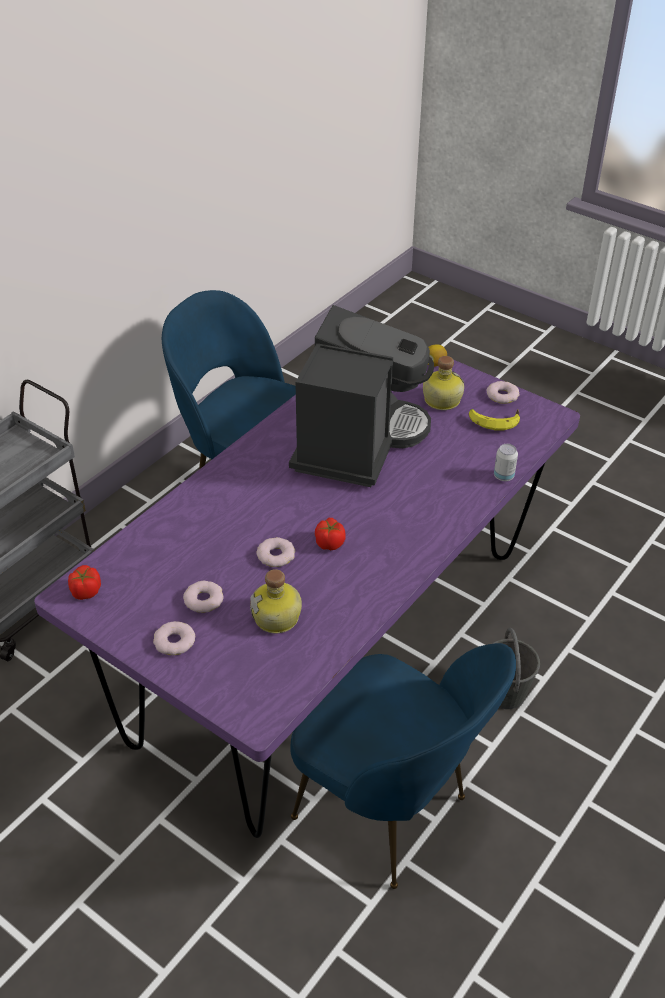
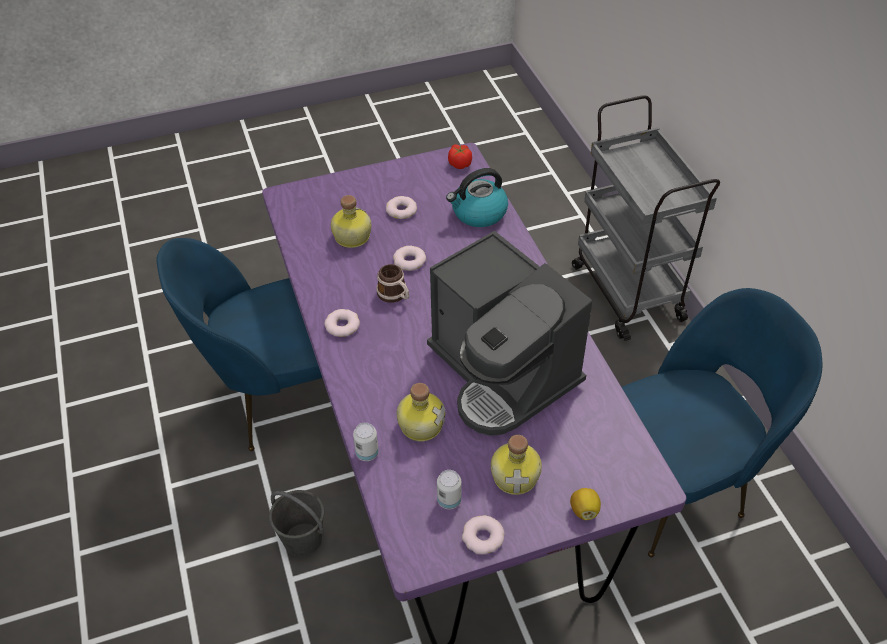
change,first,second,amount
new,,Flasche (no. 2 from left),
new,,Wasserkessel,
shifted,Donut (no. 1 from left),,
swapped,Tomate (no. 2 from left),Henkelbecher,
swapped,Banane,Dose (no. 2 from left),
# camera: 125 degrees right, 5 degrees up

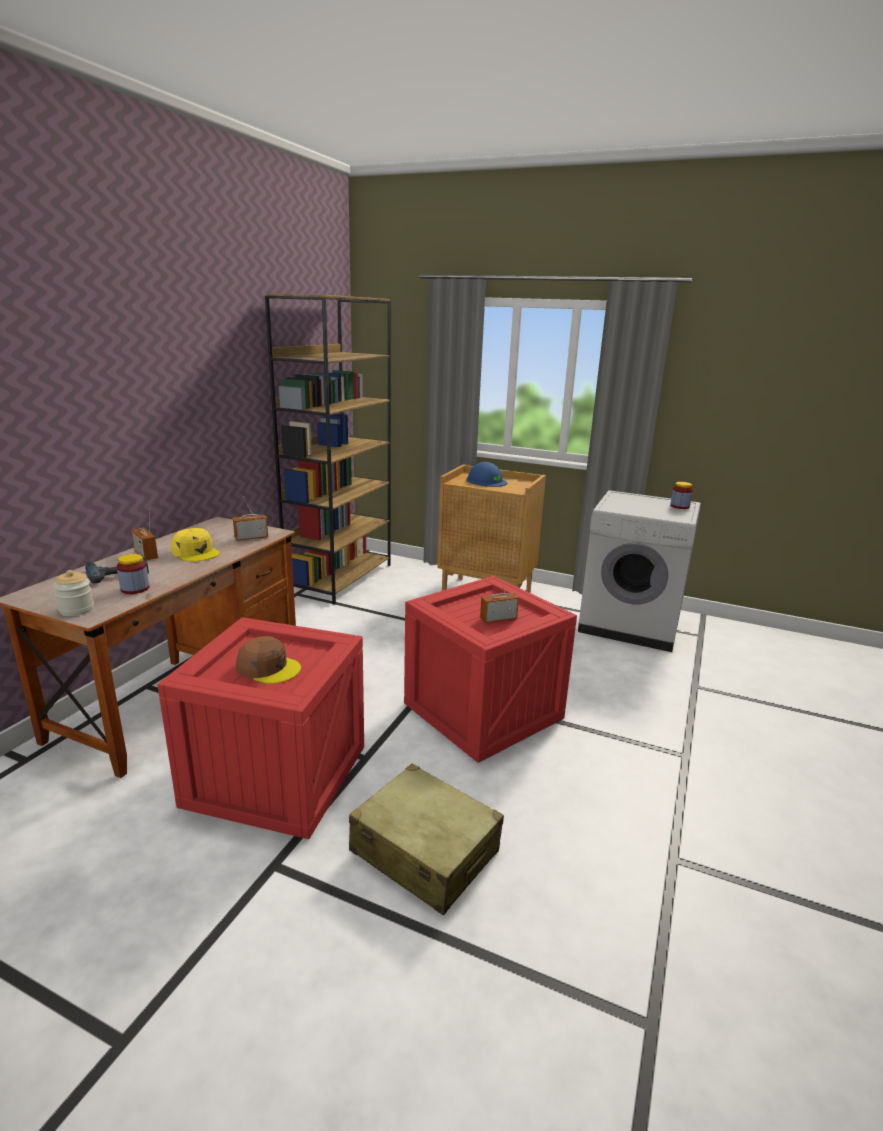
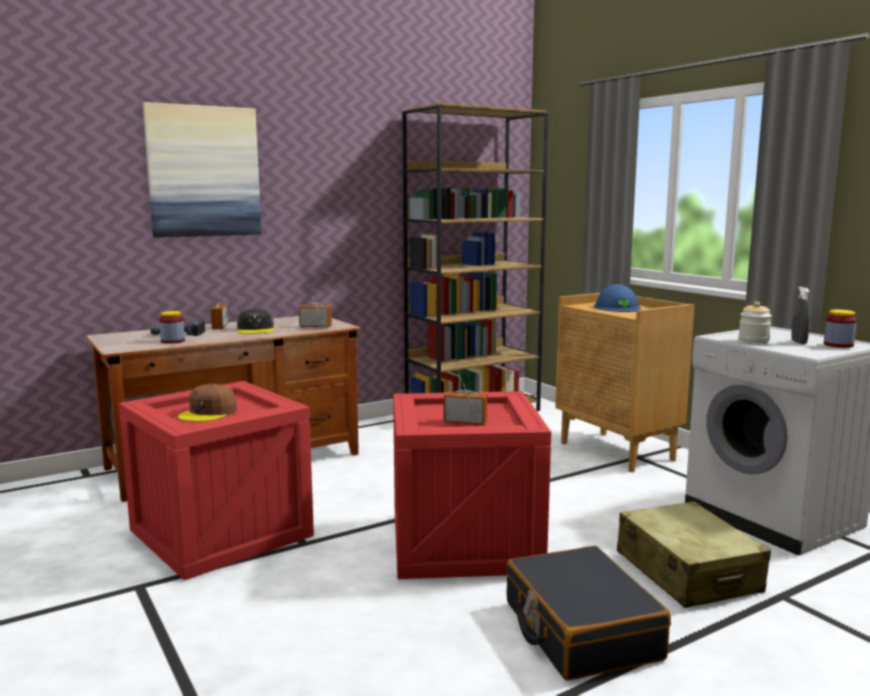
change,first,second,amount
new,,Bild,
new,,Koffer/schwarz,
new,,Sprühflasche/grau,
shifted,Vorratsglas (no. 1 from left in the first image),Vorratsglas (no. 2 from left),
shifted,Koffer/beige,,
repainted,Kappe/gelb,Kappe/grau,
rotated,Kappe/braun,,60 degrees clockwise
# camera: 35 degrees right, 10 degrees down

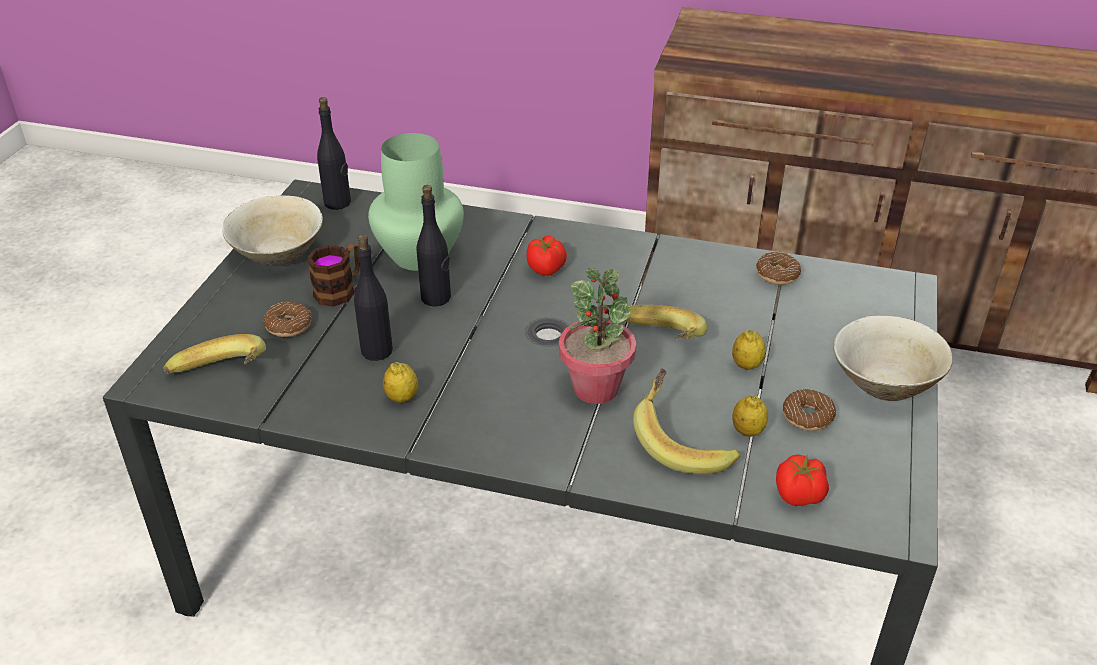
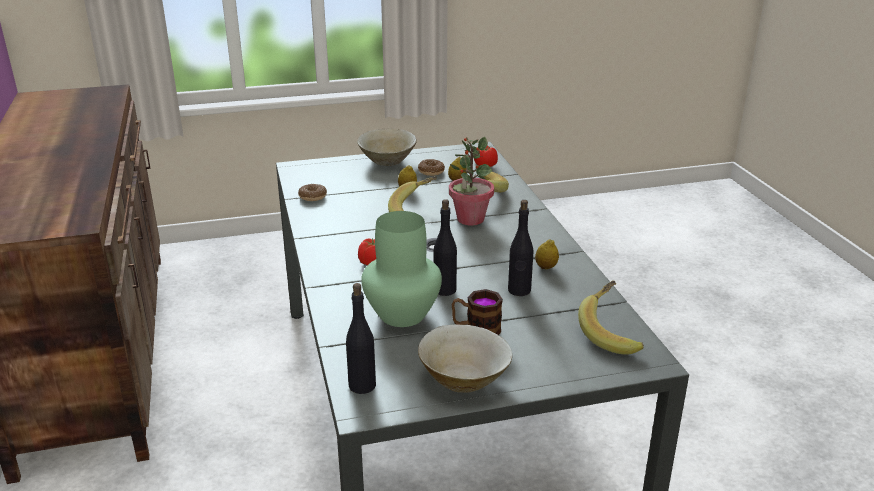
change,first,second,amount
gone,Donut (no. 1 from left),,
# camera: 120 degrees left, 10 degrees down

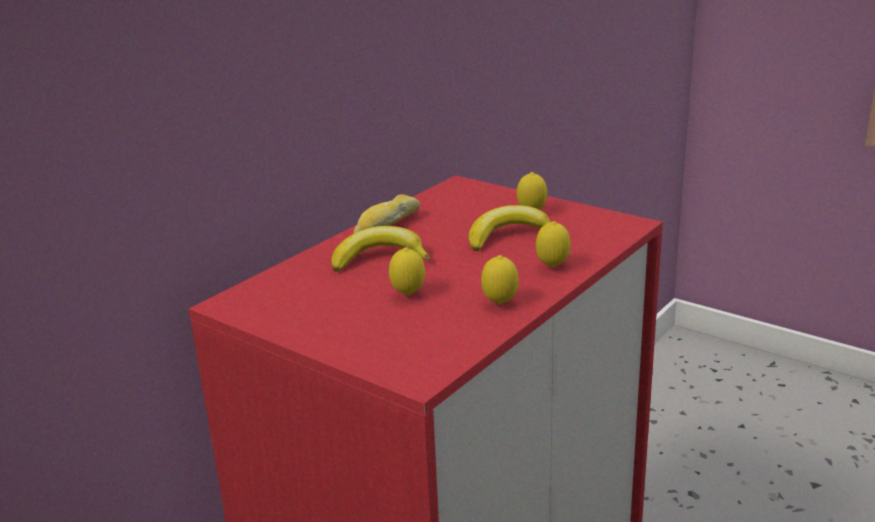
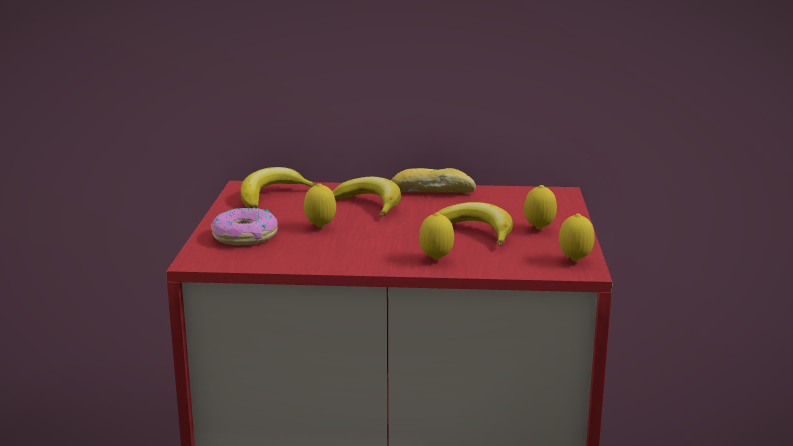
change,first,second,amount
new,,Donut,
new,,Banane (no. 1 from left),
shifted,Zitrone (no. 2 from left in the first image),Zitrone (no. 4 from left),
# camera: 55 degrees right, 5 degrees down

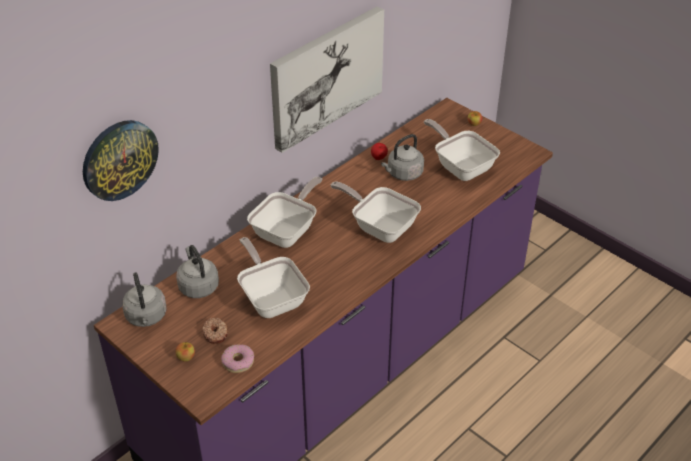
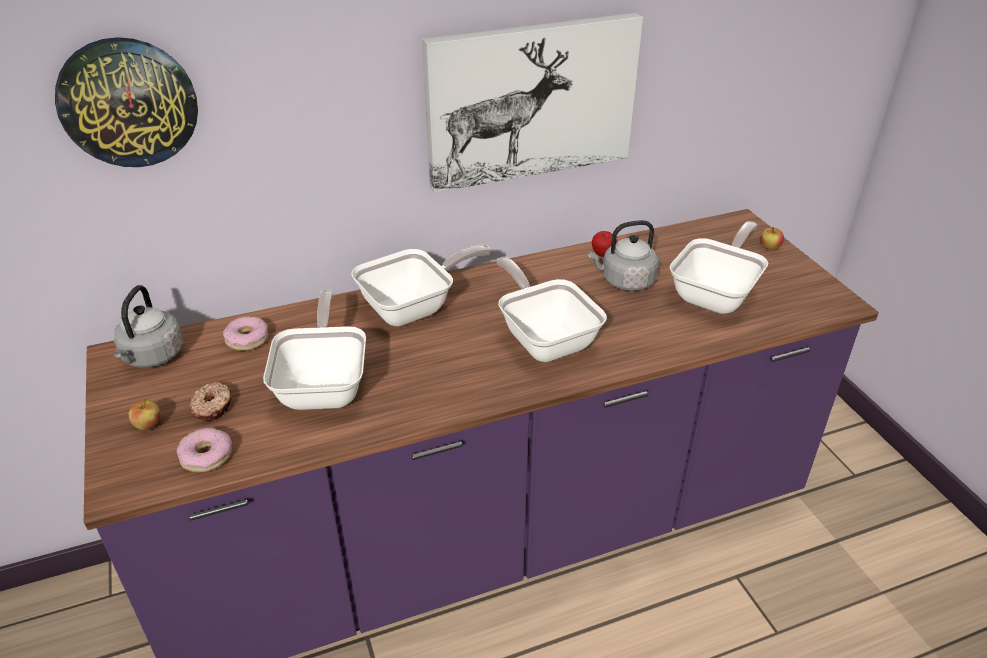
change,first,second,amount
swapped,Wasserkessel/grau (no. 2 from left),Donut (no. 3 from left),
rotated,Pfanne (no. 4 from left),,45 degrees clockwise
# camera: 25 degrees right, 5 degrees down

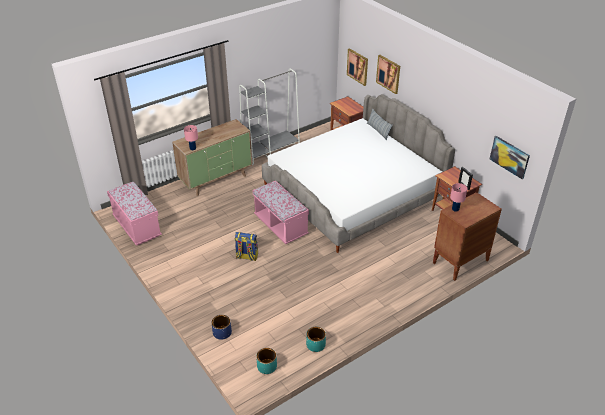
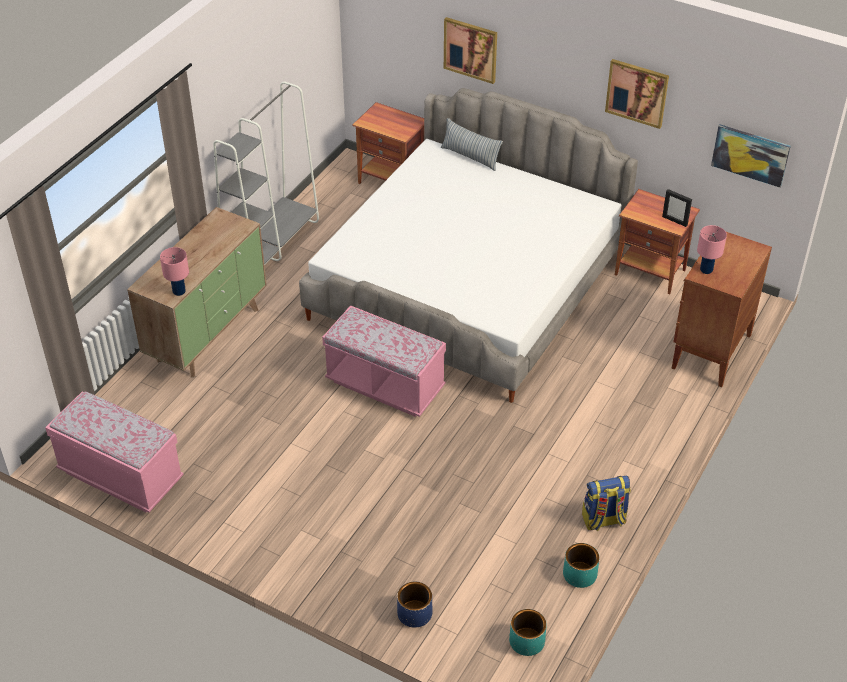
change,first,second,amount
shifted,Rucksack,,
shifted,Bild (no. 1 from left in the first image),Bild (no. 2 from left),
# camera: 25 degrees left, 5 degrees up

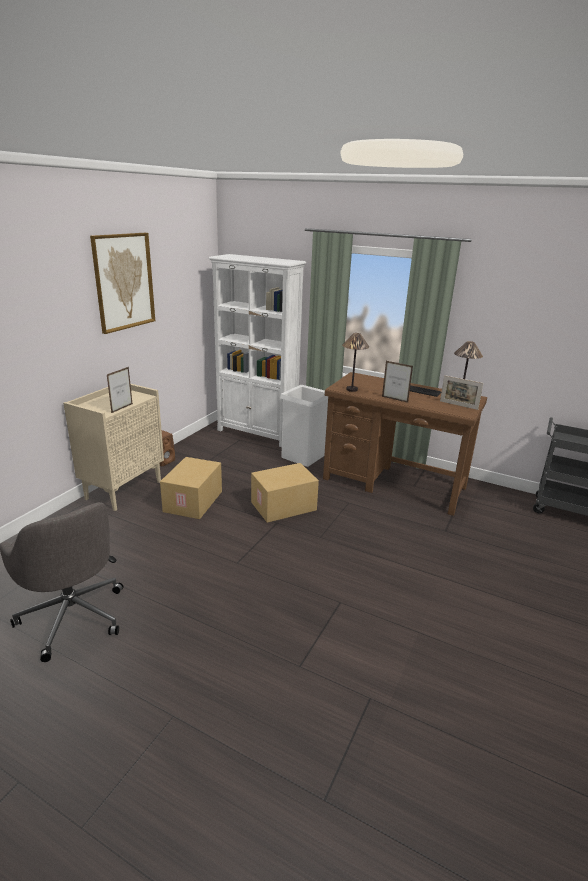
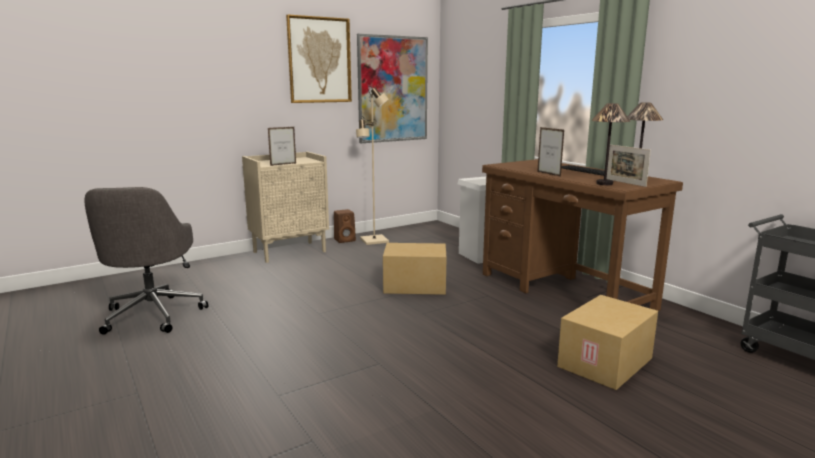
change,first,second,amount
gone,Bücherregal/weiß,,
new,,Stehlampe/beige,
new,,Bild (no. 2 from left),
shifted,Karton (no. 1 from left in the first image),Karton (no. 2 from left),
shifted,Tischlampe (no. 1 from left),,
# camera: 30 degrees right, 10 degrees down

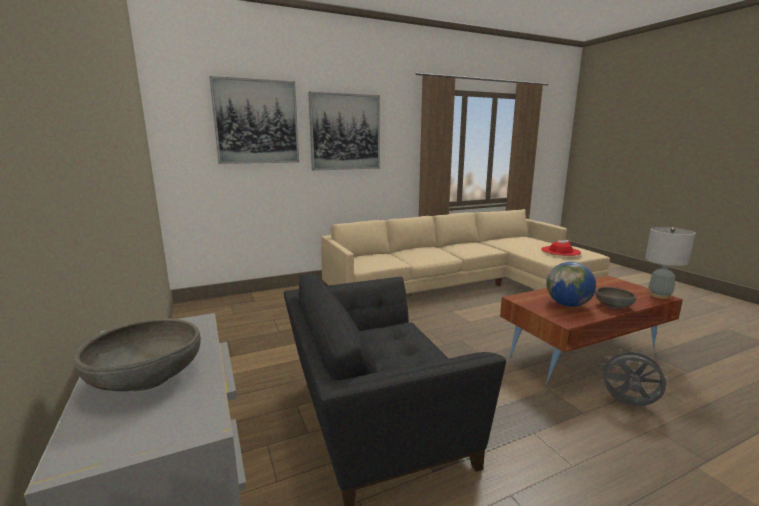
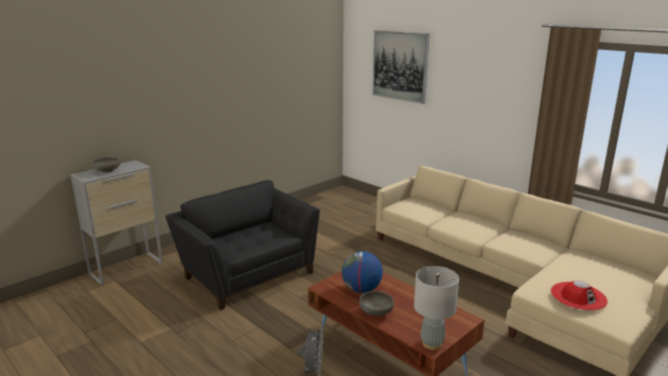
change,first,second,amount
gone,Bild (no. 2 from left),,
# camera: 70 degrees right, 5 degrees up

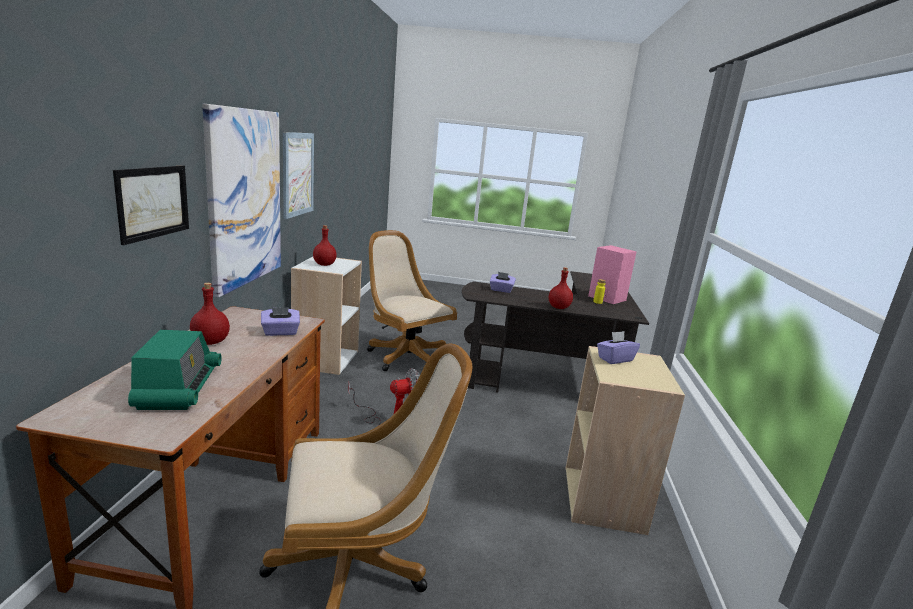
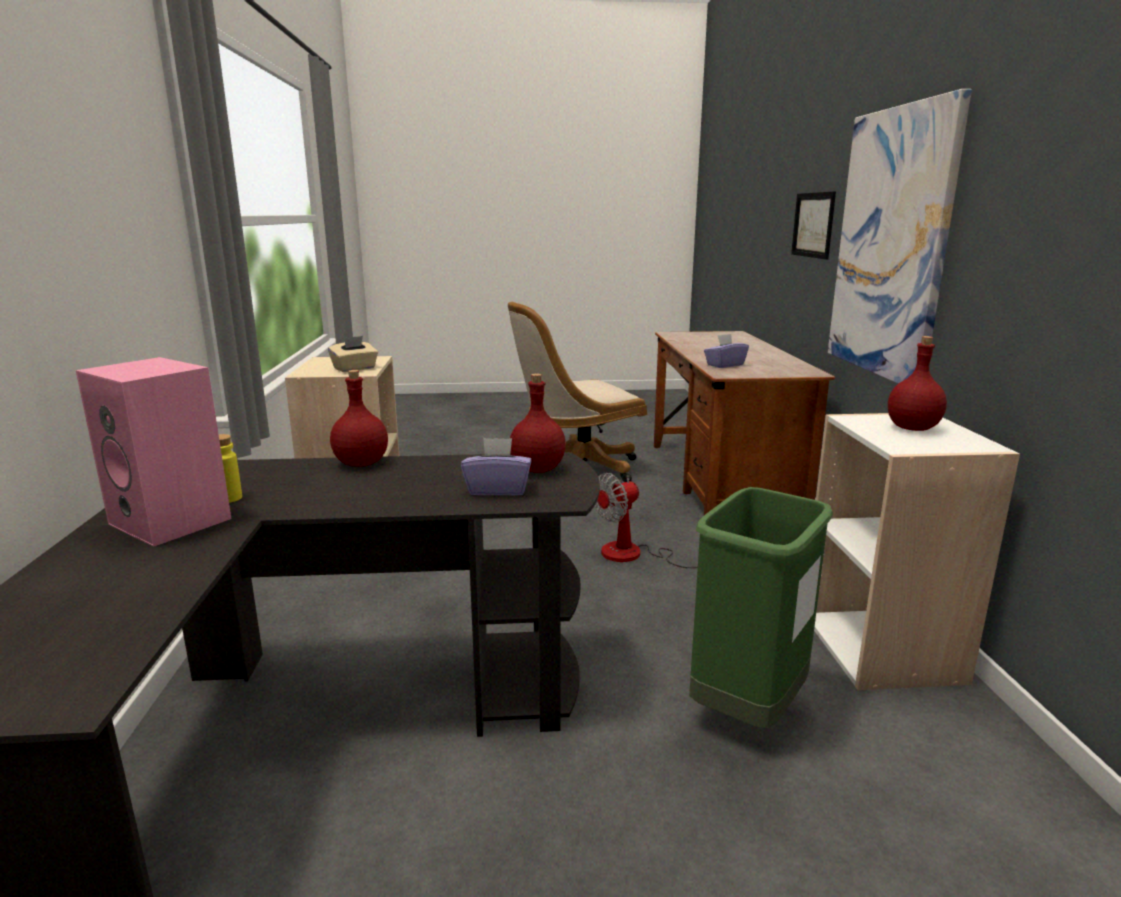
change,first,second,amount
gone,Radio,,
gone,Bild (no. 3 from left),,
shifted,Flasche/rot (no. 1 from left in the first image),Flasche/rot (no. 2 from left),
swapped,Bürostuhl (no. 2 from left),Mülleimer/grün,
repainted,Taschentuchbox/lila (no. 3 from left),Taschentuchbox/beige,
# camera: 170 degrees right, 0 degrees up

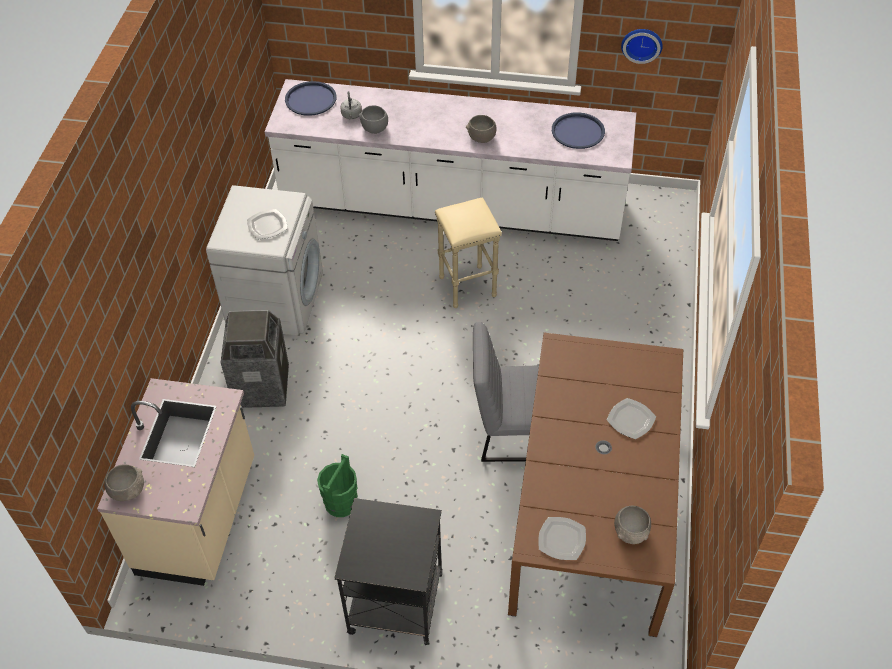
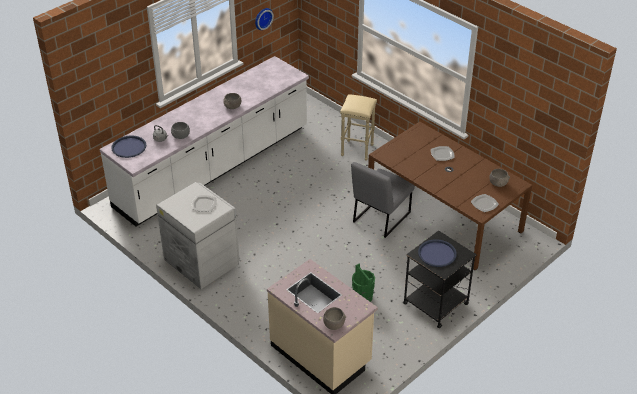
change,first,second,amount
gone,Mülleimer,,
shifted,Hocker/beige,,
shifted,Tablett/blau (no. 2 from left),,
# camera: 55 degrees left, 10 degrees down

